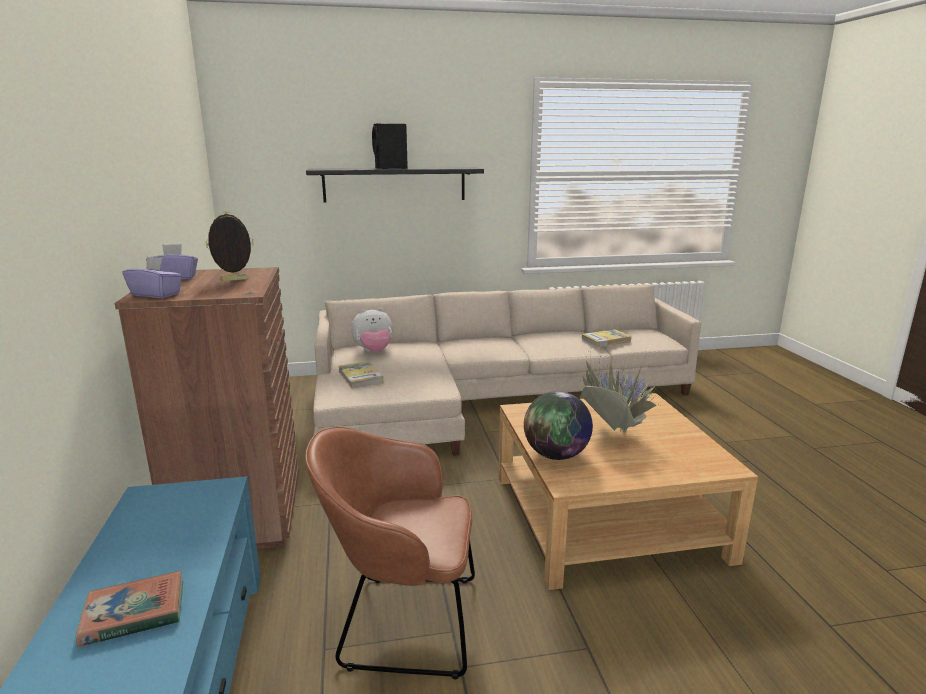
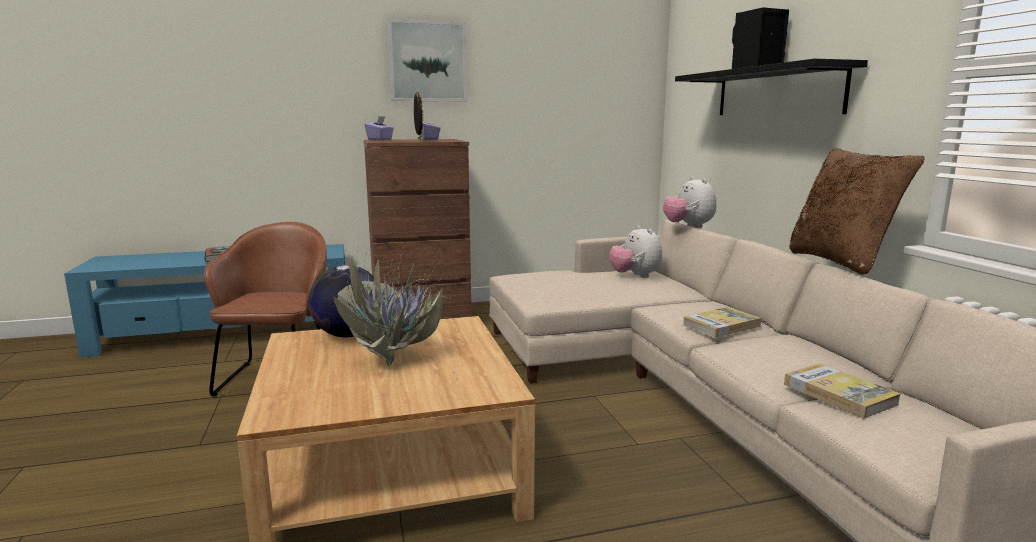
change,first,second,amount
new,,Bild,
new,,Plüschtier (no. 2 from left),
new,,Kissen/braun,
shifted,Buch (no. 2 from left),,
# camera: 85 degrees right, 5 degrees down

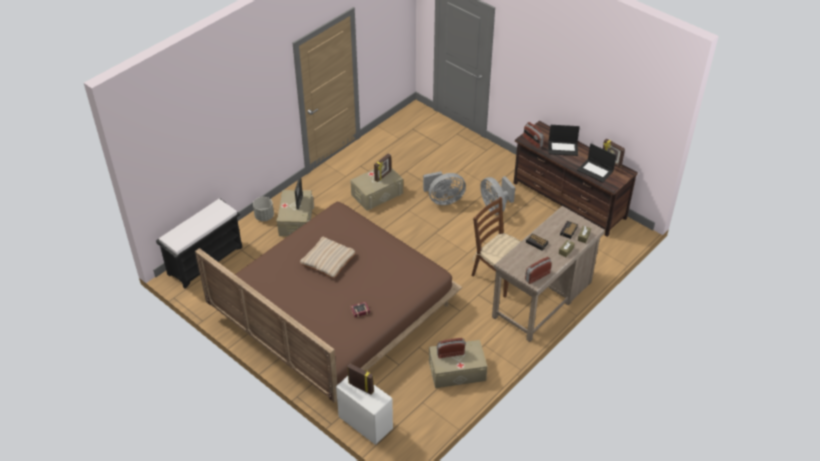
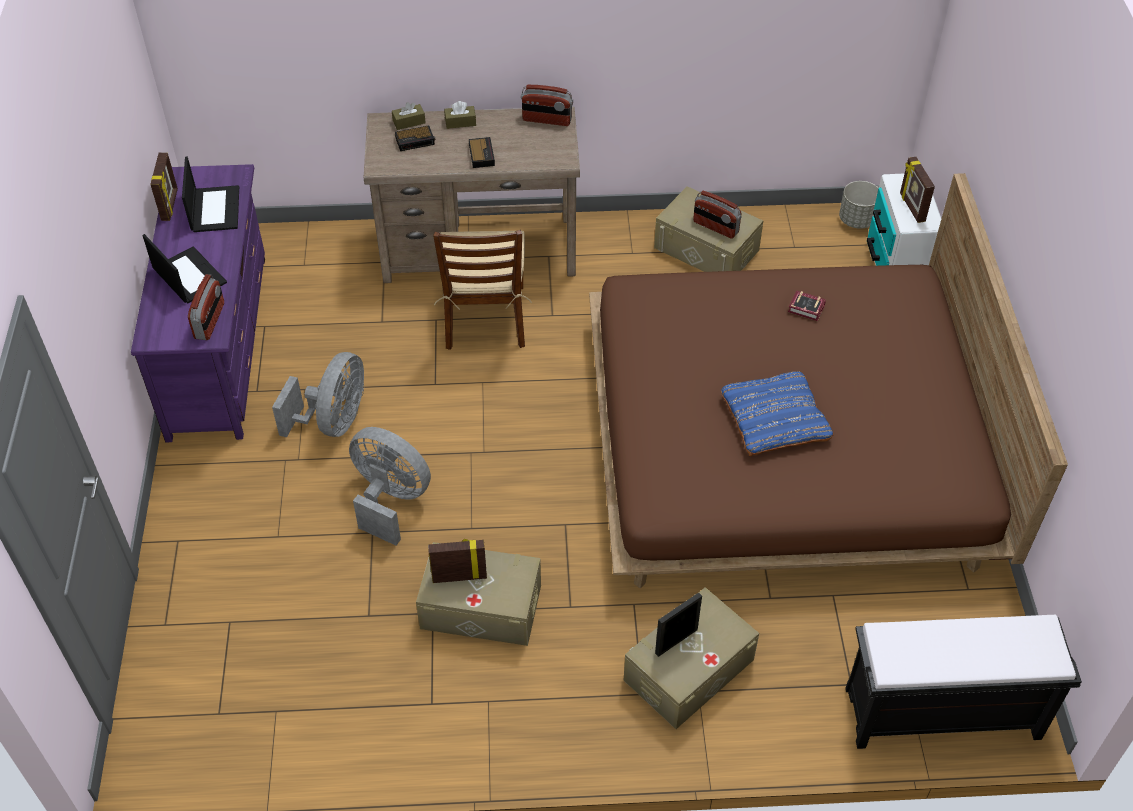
change,first,second,amount
shifted,Pflanzkübel/grau,,
repainted,Kissen/beige,Kissen/blau,
repainted,Kommode/braun,Kommode/lila,
# camera: 135 degrees left, 5 degrees up

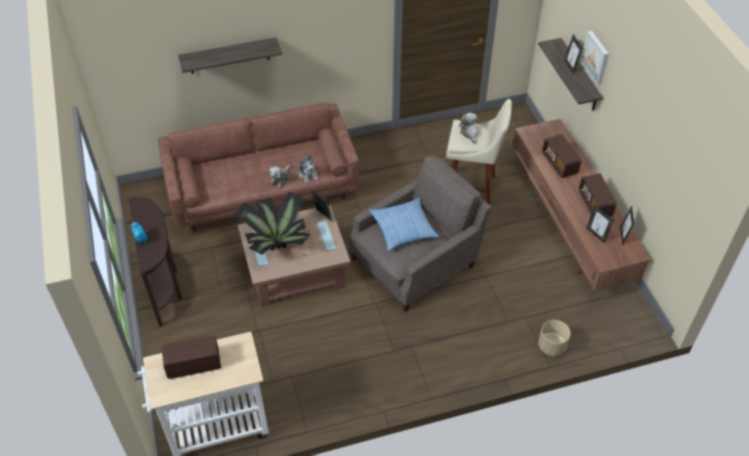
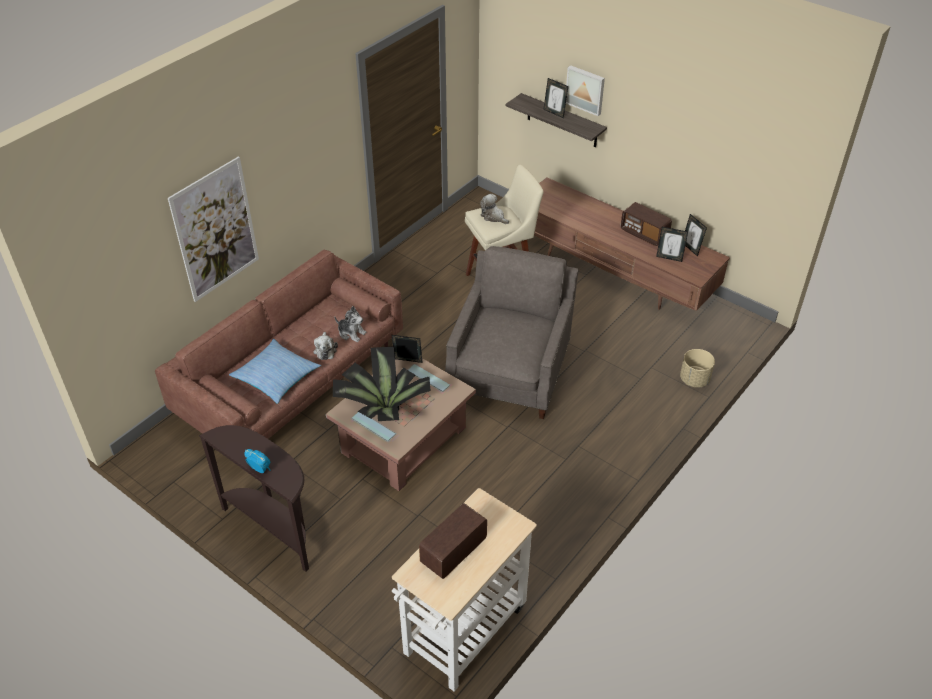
change,first,second,amount
gone,Radio (no. 2 from left),,
shifted,Kissen,,
swapped,Wandregal (no. 1 from left),Bild (no. 1 from left),
# camera: 35 degrees left, 5 degrees down

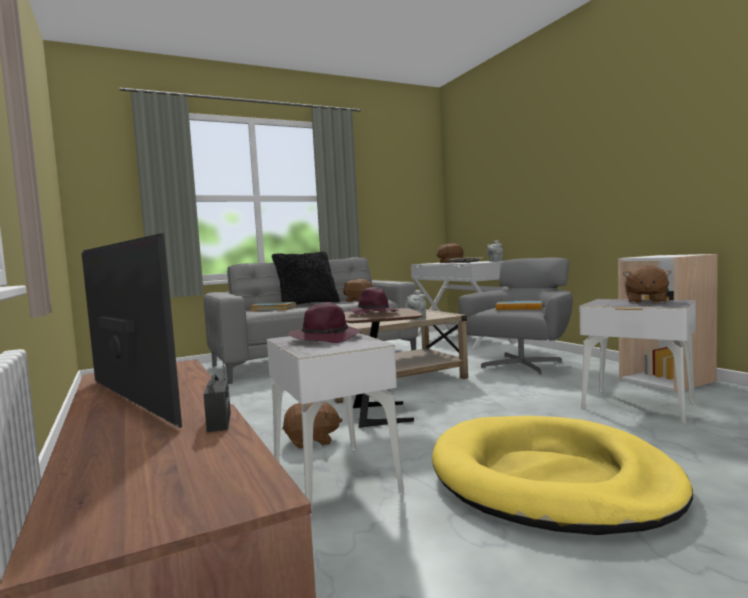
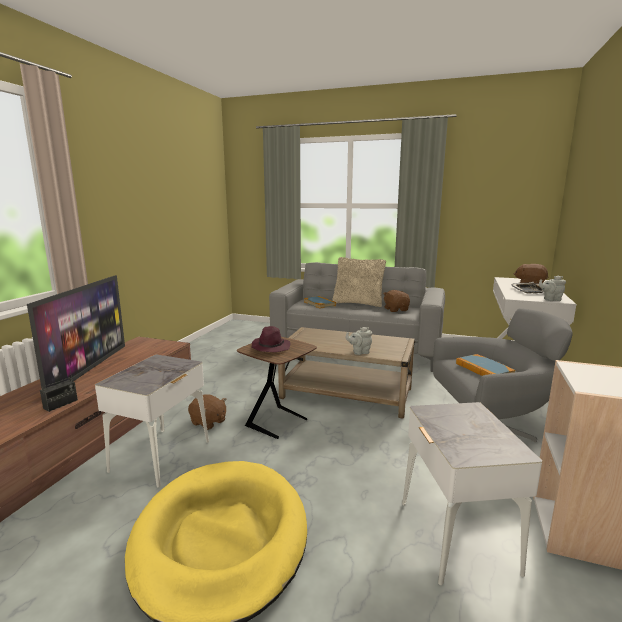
change,first,second,amount
gone,Hut/lila (no. 1 from left),,
gone,Plüschtier/braun (no. 4 from left),,
repainted,Kissen/schwarz,Kissen/beige,
# camera: 45 degrees right, 10 degrees up

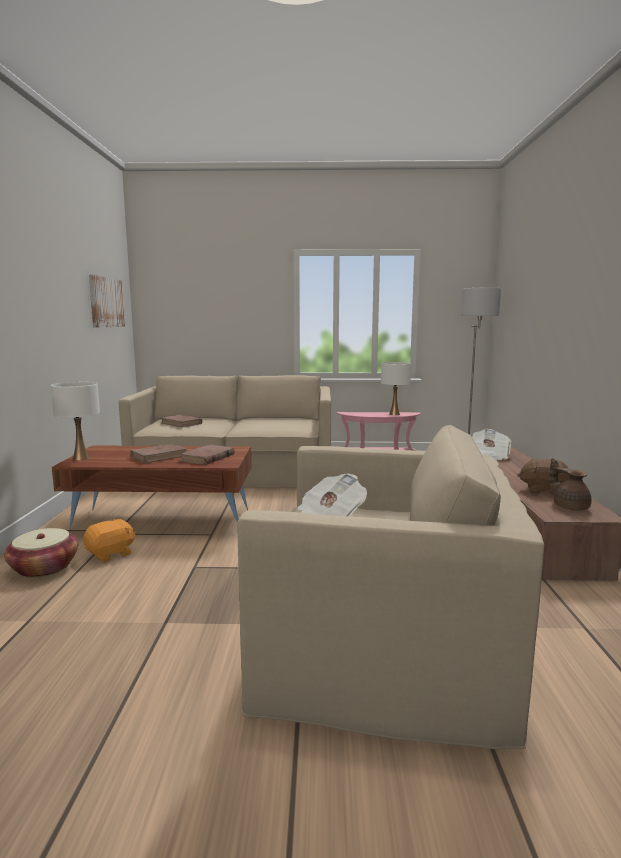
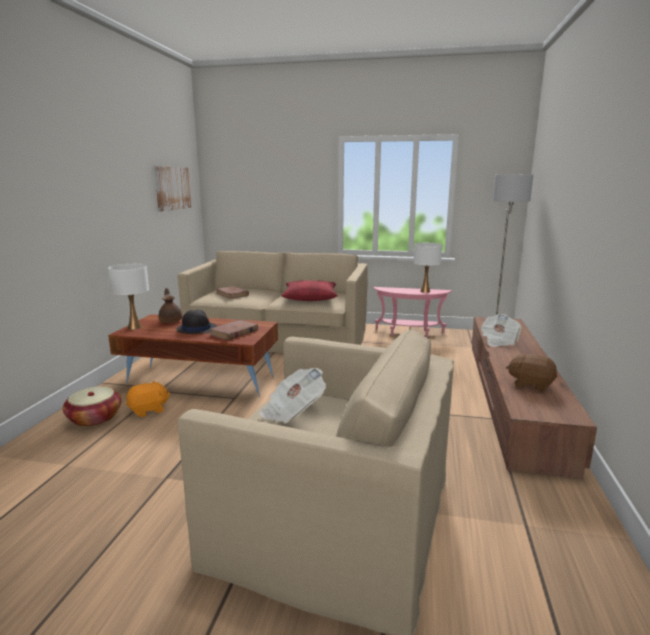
change,first,second,amount
new,,Kissen/rot,
shifted,Teekanne/braun,,
swapped,Buch/braun (no. 1 from left),Hut/schwarz,
# camera: 10 degrees right, 5 degrees up

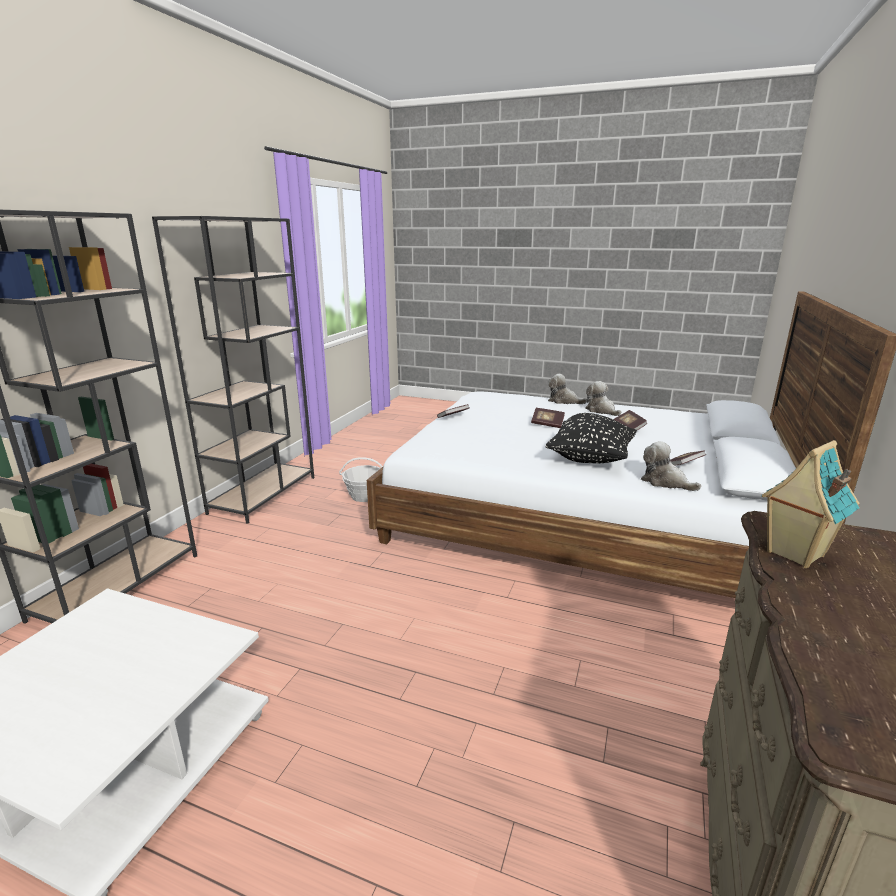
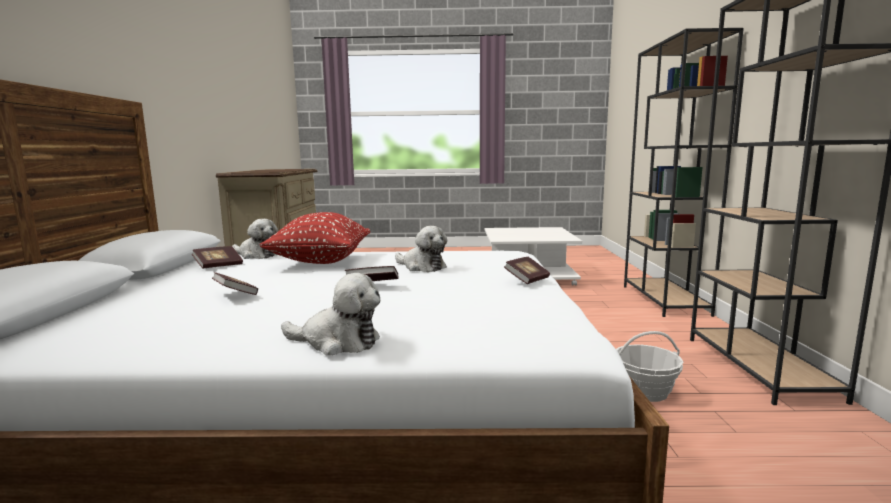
change,first,second,amount
gone,Spielzeughaus,,
shifted,Plüschtier (no. 2 from left in the first image),Plüschtier (no. 3 from left),
repainted,Kissen/schwarz,Kissen/rot,
# camera: 160 degrees right, 10 degrees down

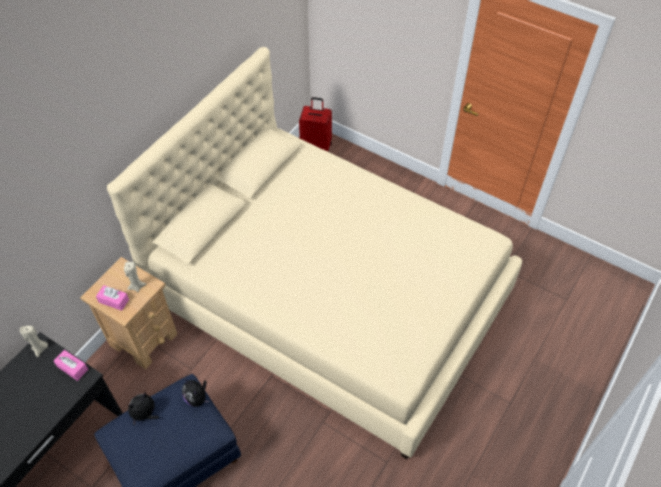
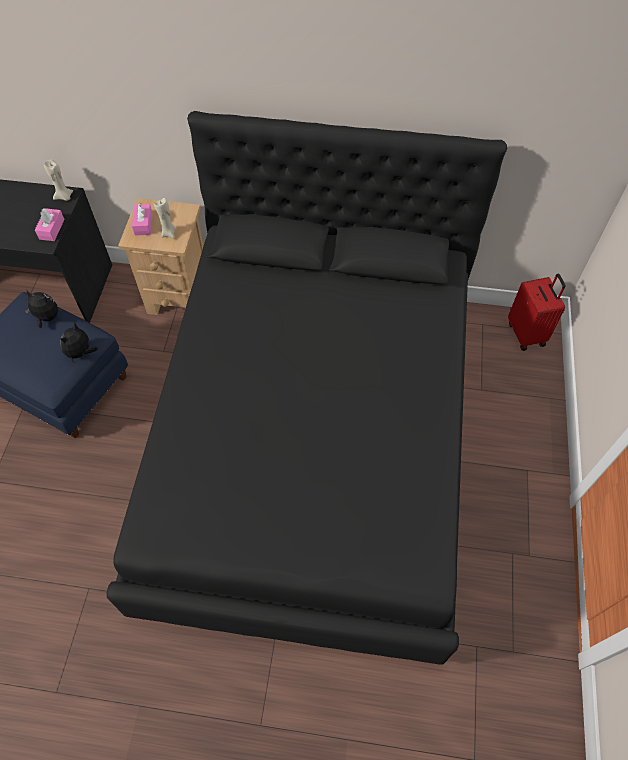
change,first,second,amount
repainted,Bett/beige,Bett/schwarz,
# camera: 65 degrees right, 5 degrees up

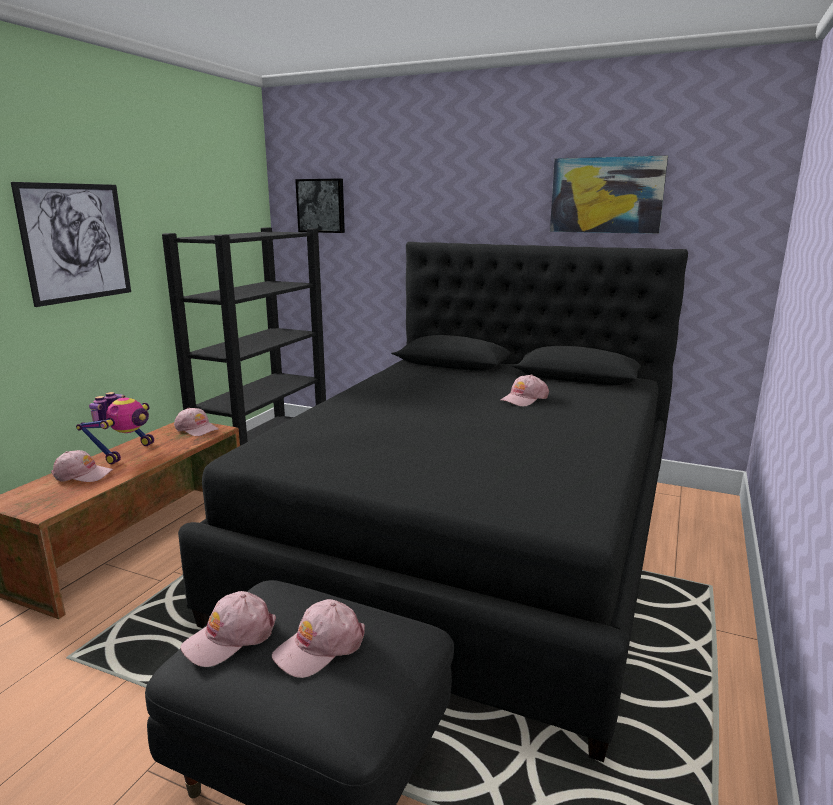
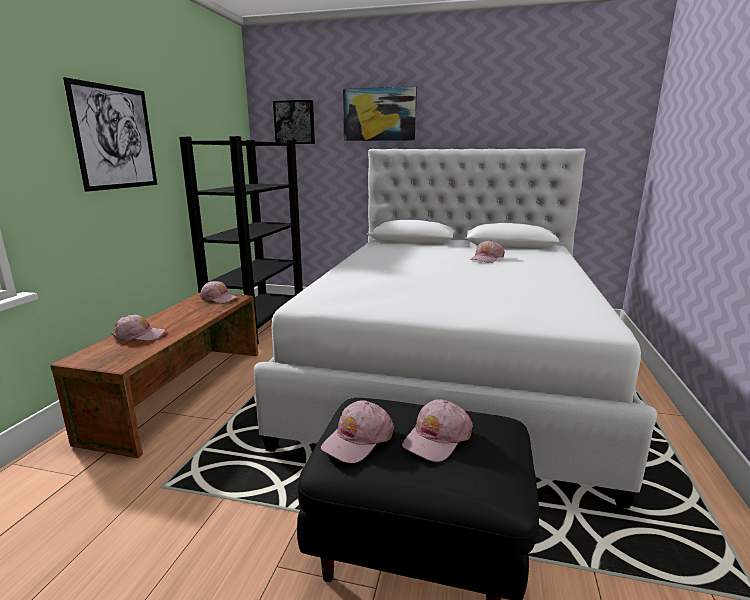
change,first,second,amount
gone,Spielzeugroboter,,
shifted,Bild (no. 3 from left),,
repainted,Bett/schwarz,Bett/weiß,
# camera: 10 degrees left, 0 degrees up

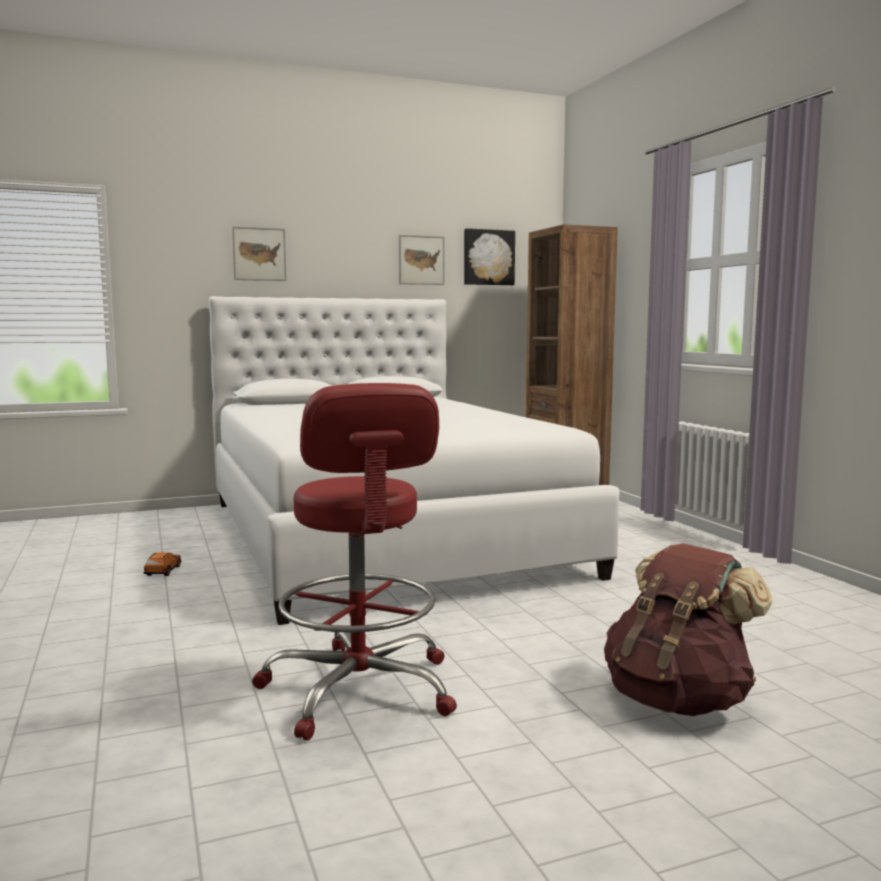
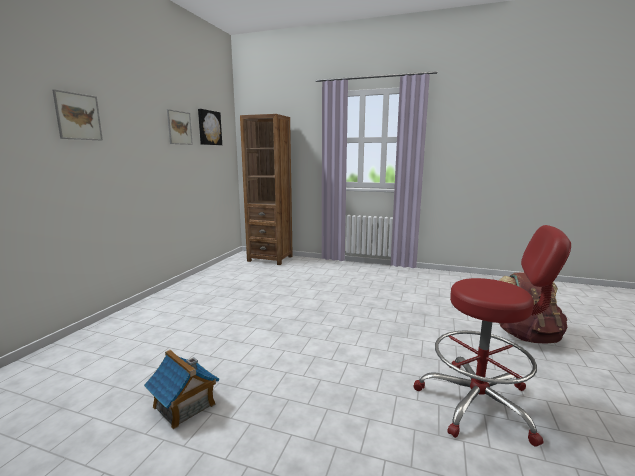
change,first,second,amount
gone,Bett/weiß,,
swapped,Spielzeugauto/orange,Spielzeughaus,
# camera: 50 degrees left, 5 degrees up

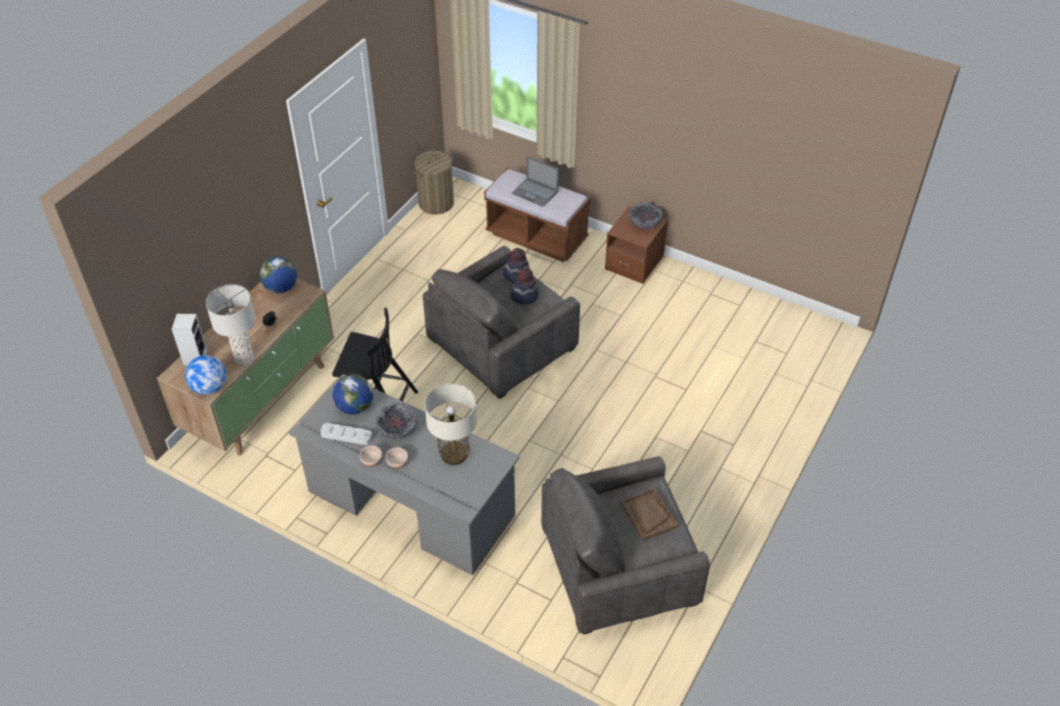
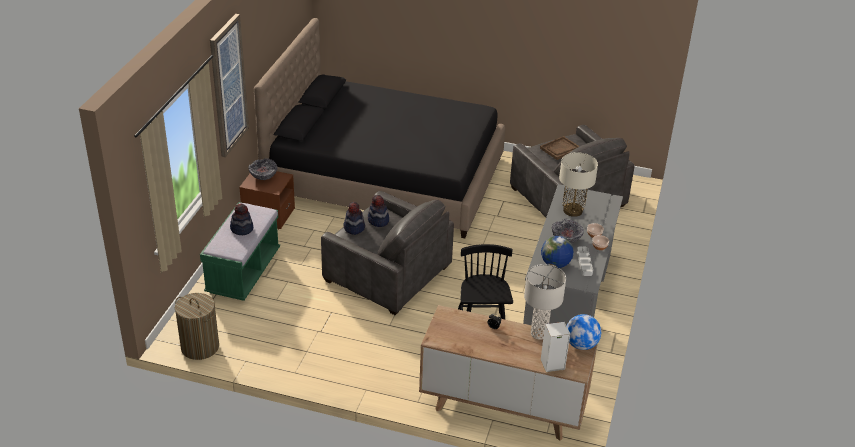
change,first,second,amount
gone,Globus (no. 2 from left),,
new,,Bild,
new,,Bett/schwarz,
swapped,Laptop,Hut (no. 1 from left),
repainted,Bank/braun,Bank/grün,
# camera: 105 degrees left, 10 degrees down

